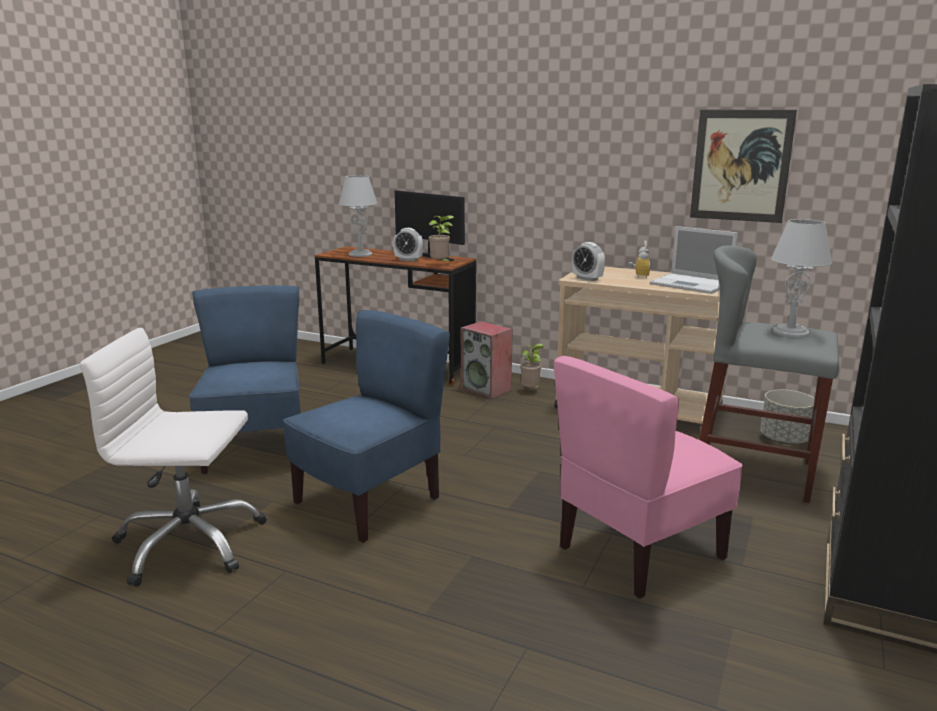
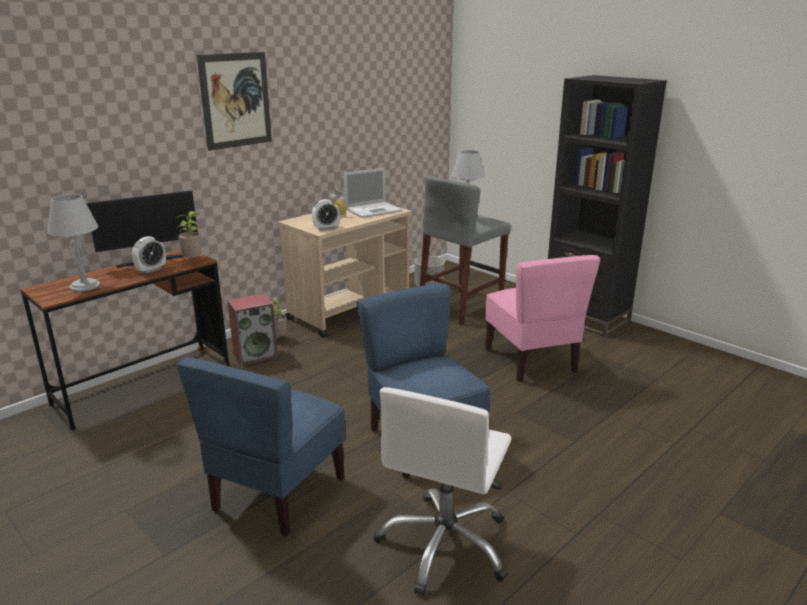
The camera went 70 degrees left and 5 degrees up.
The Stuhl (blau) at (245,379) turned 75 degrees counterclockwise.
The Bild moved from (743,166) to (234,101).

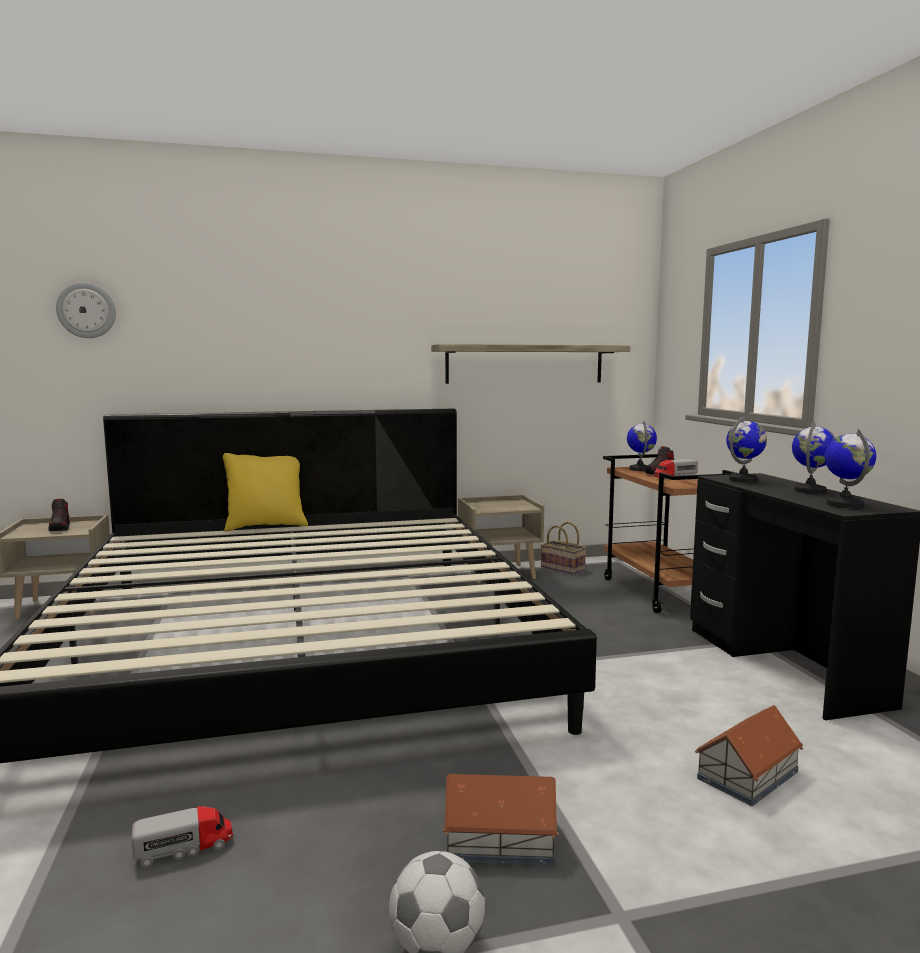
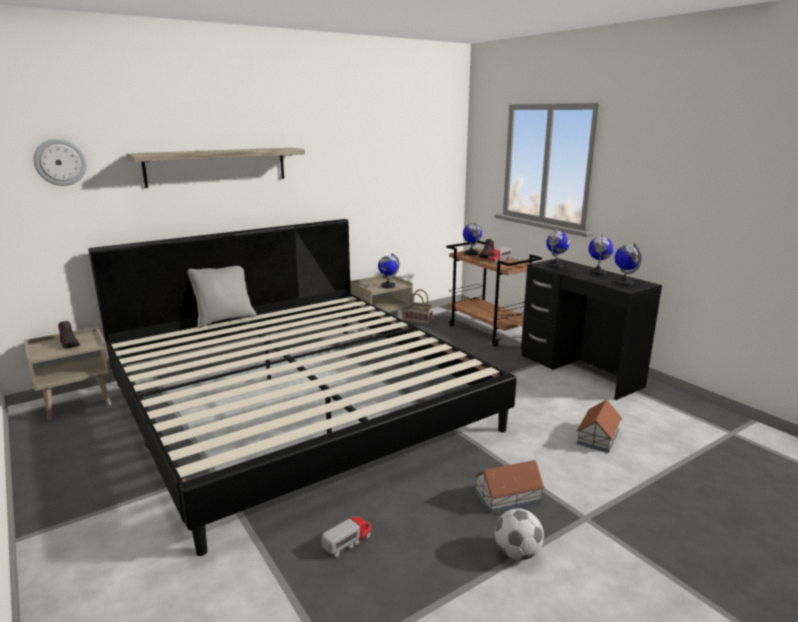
The camera went 20 degrees left and 10 degrees up.
The Kissen (gelb) at (265,492) became the Kissen (grau) at (221,297).
The Wandregal moved from (530,364) to (215,168).
The Globus at (389,270) appeared.

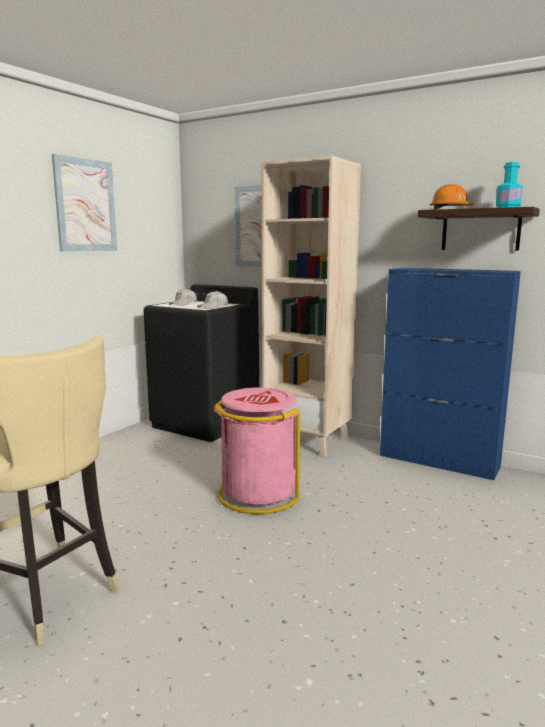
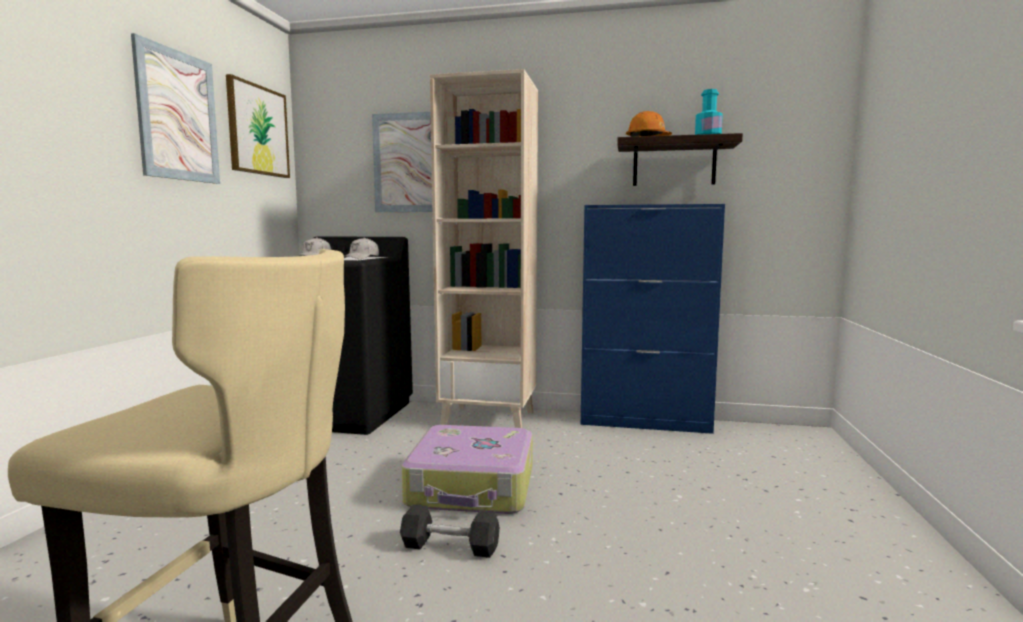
The camera went 20 degrees left and 5 degrees down.
The Mülleimer (rosa) at (257,450) was replaced by the Koffer at (467,469).
The Bild at (258,126) appeared.
The Hantel (grau) at (450,531) appeared.

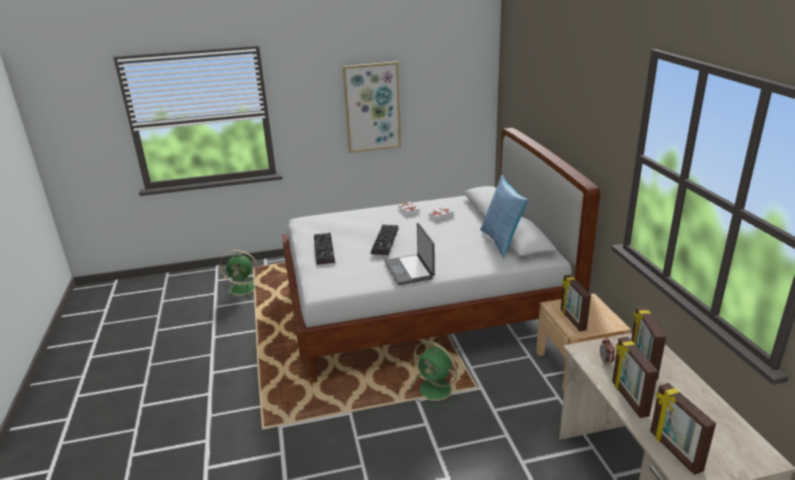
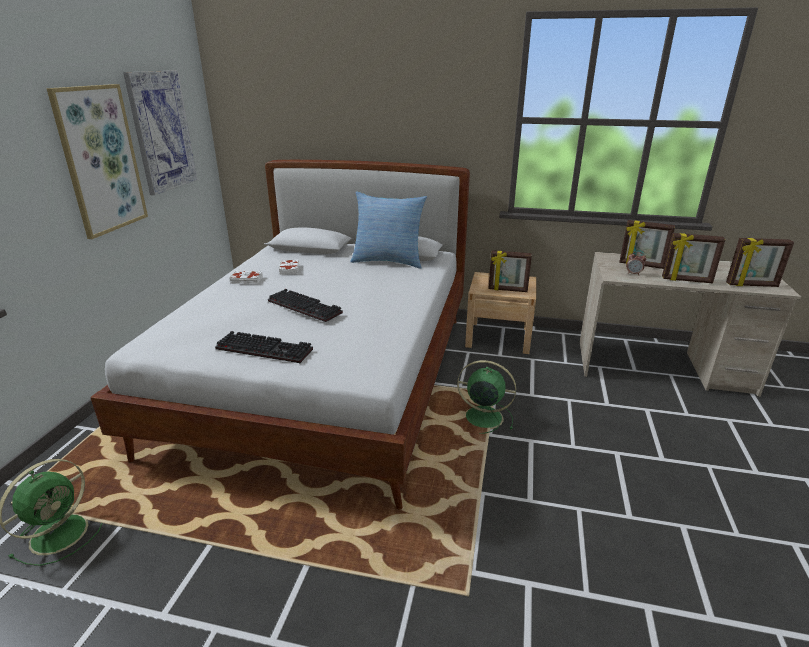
The camera went 65 degrees left and 0 degrees up.
The Laptop at (409,254) disappeared.
The Ventilator (grün) at (436,374) turned 135 degrees counterclockwise.
The Bild at (160,133) appeared.

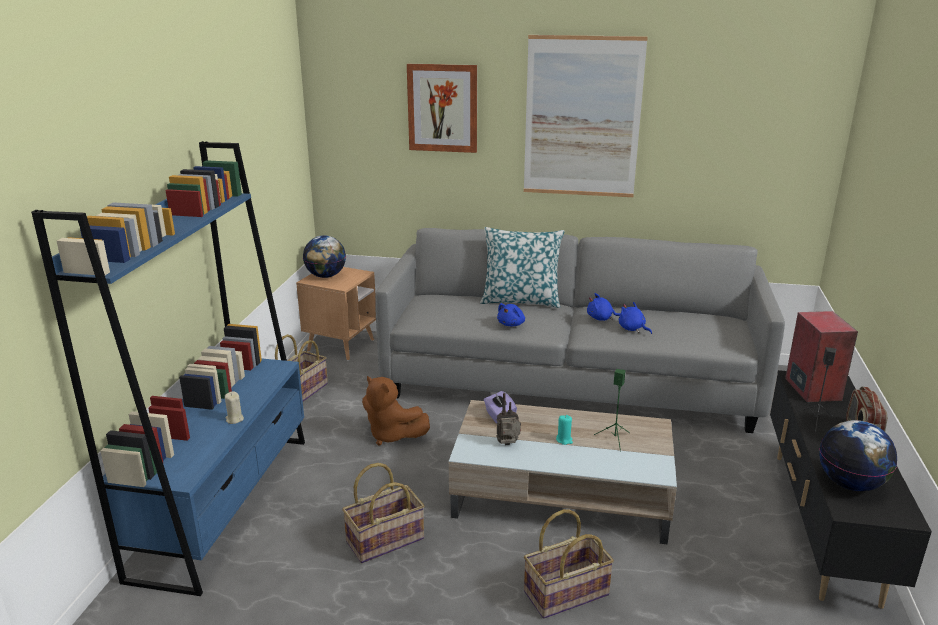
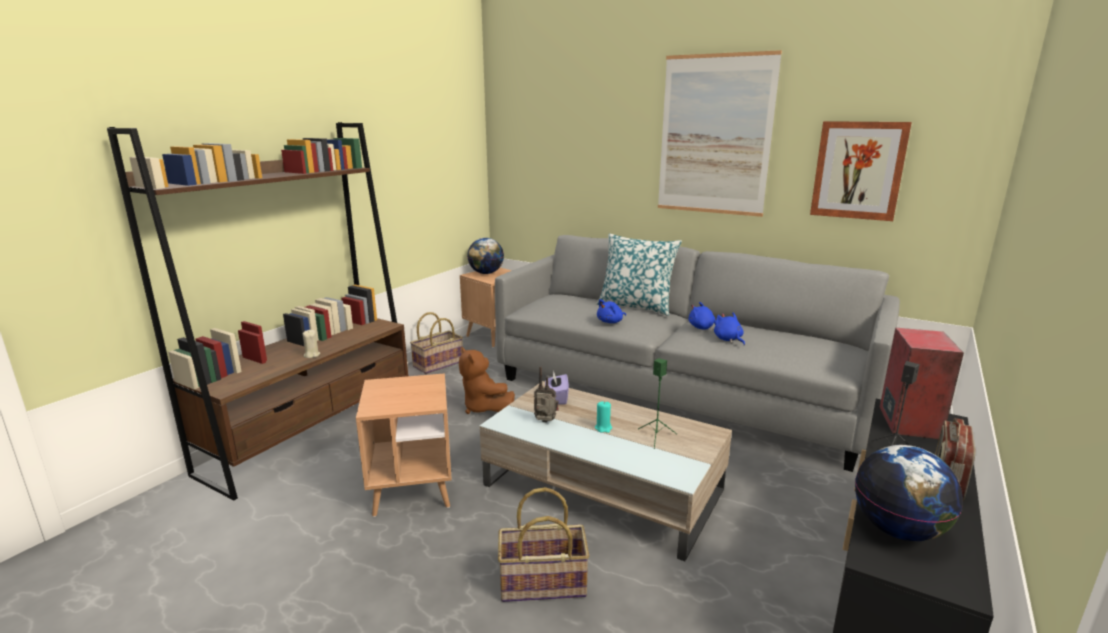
The camera went 20 degrees right and 5 degrees down.
The Bücherregal (blau) at (168,368) became the Bücherregal (braun) at (257,311).
The Korb at (383,513) was replaced by the Beistelltisch (braun) at (404,445).
The Bild moved from (442,108) to (861,171).

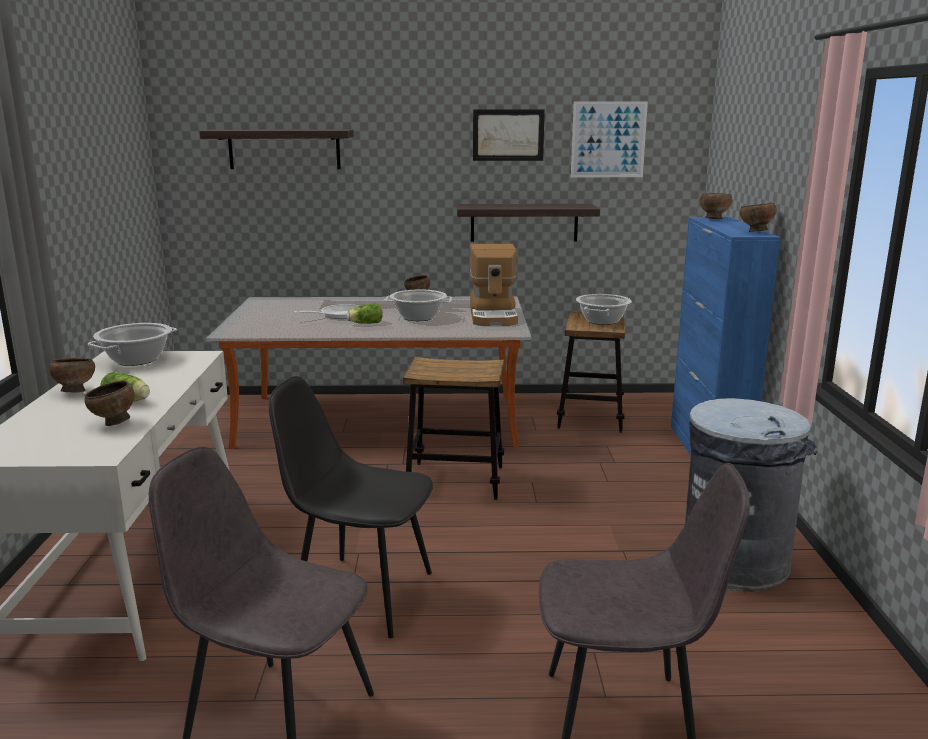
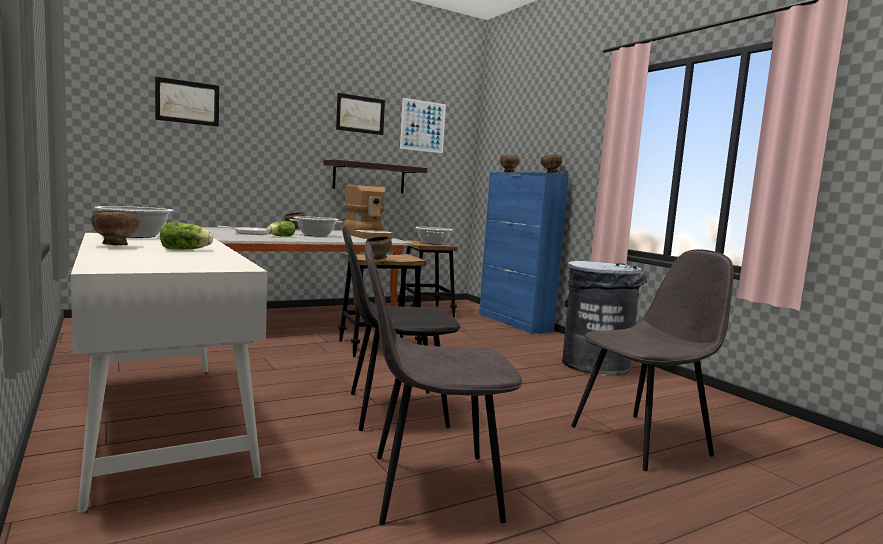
The camera went 30 degrees left and 10 degrees down.
The Schüssel (braun) moved from (109,403) to (379,248).
The Wandregal at (277,149) was replaced by the Bild at (187,102).

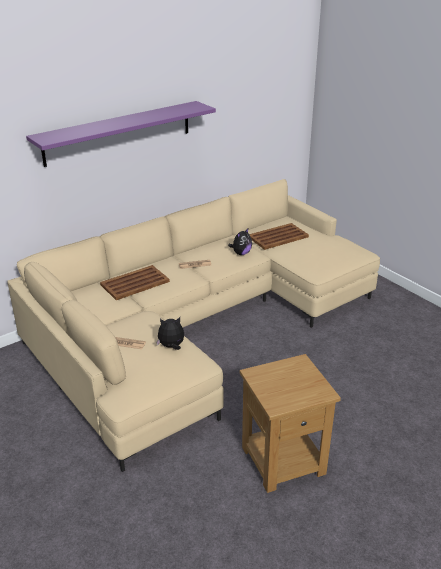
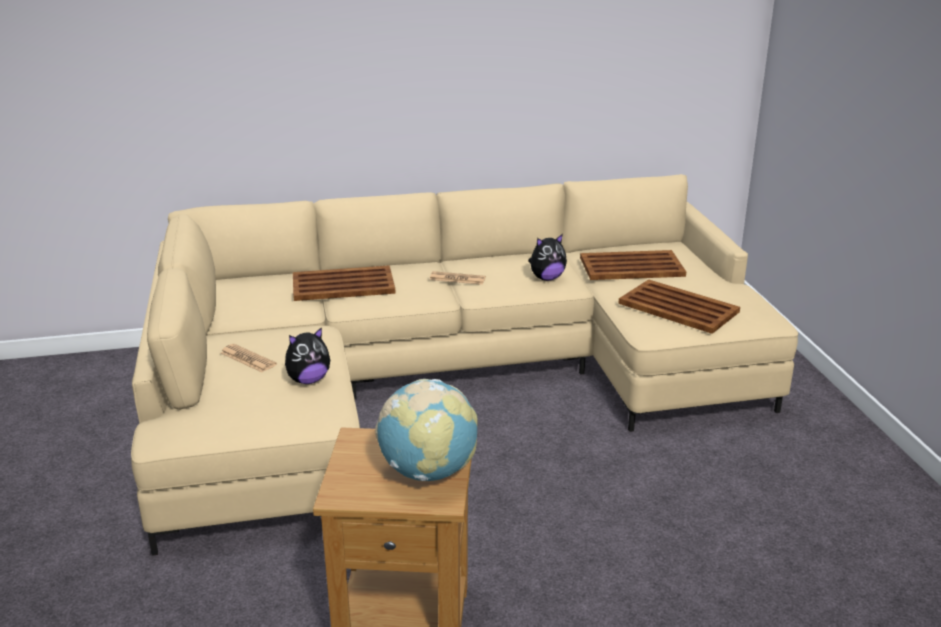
The camera went 25 degrees right and 5 degrees down.
The Wandregal (lila) at (121,134) disappeared.
The Plüschtier at (170,333) turned 135 degrees clockwise.
The Globus at (426,430) appeared.
The Tablett (braun) at (679,306) appeared.

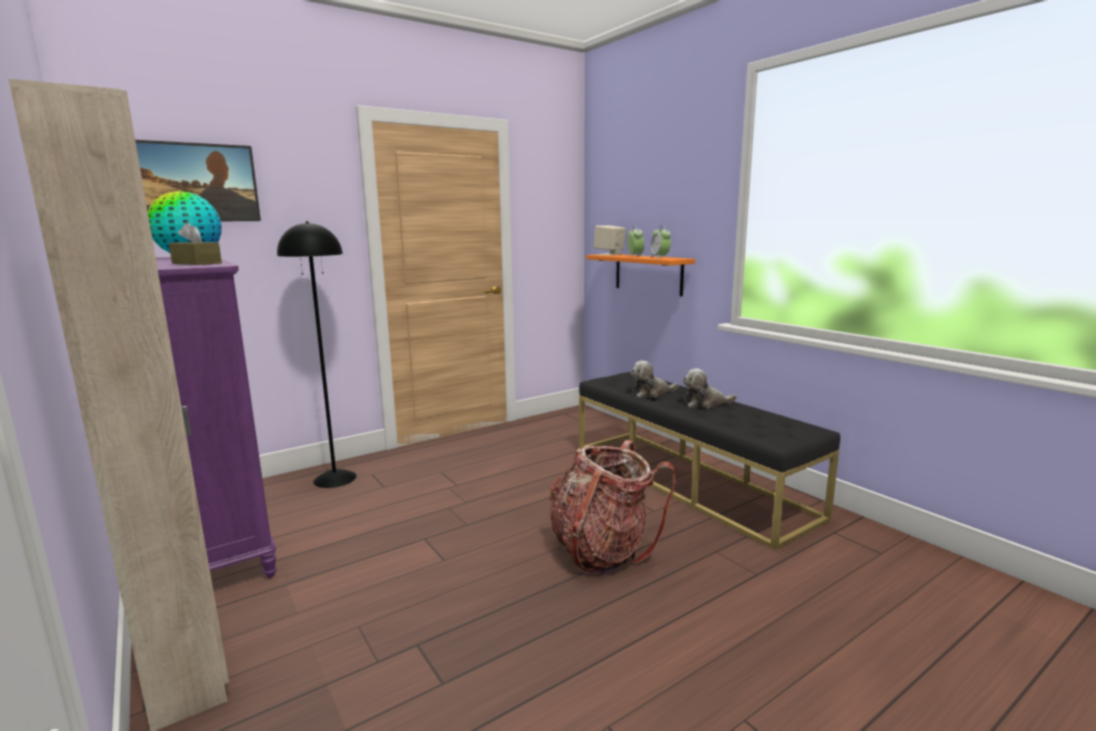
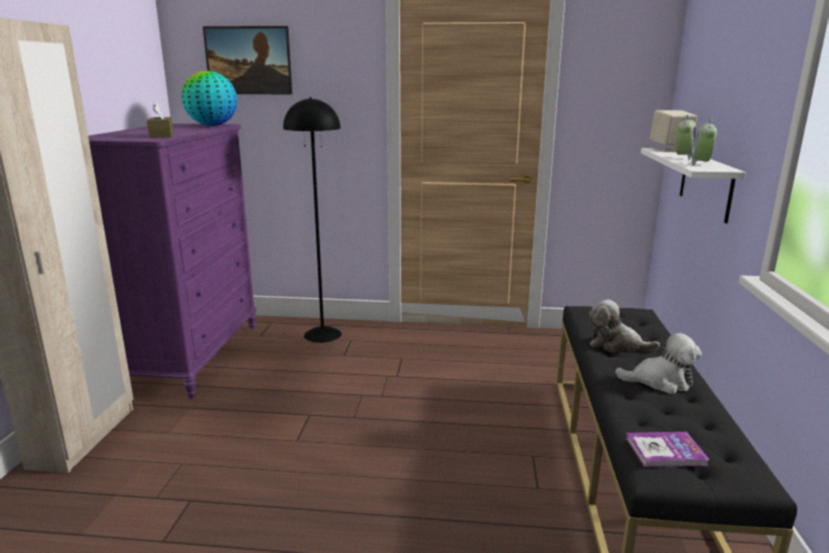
The camera went 40 degrees right and 5 degrees up.
The Rucksack at (612,507) disappeared.
The Wandregal (orange) at (640,275) became the Wandregal (weiß) at (693,185).
The Plüschtier at (710,388) turned 150 degrees clockwise.
The Buch at (668,449) appeared.

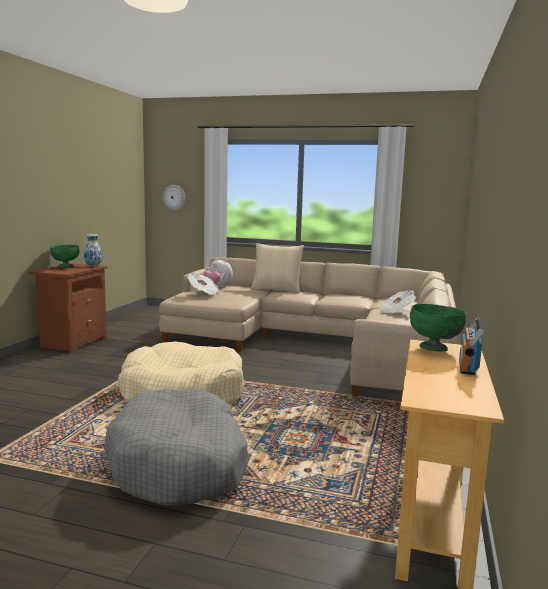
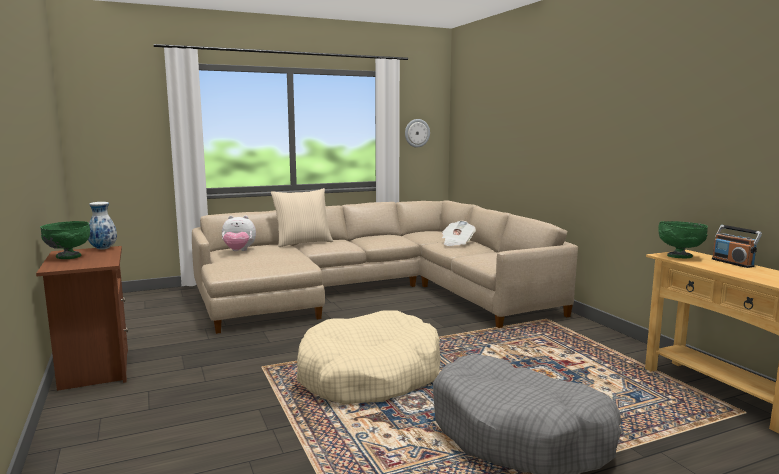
The camera went 40 degrees left and 0 degrees up.
The Wanduhr moved from (174,197) to (417,133).
The Zeitung at (203,284) disappeared.

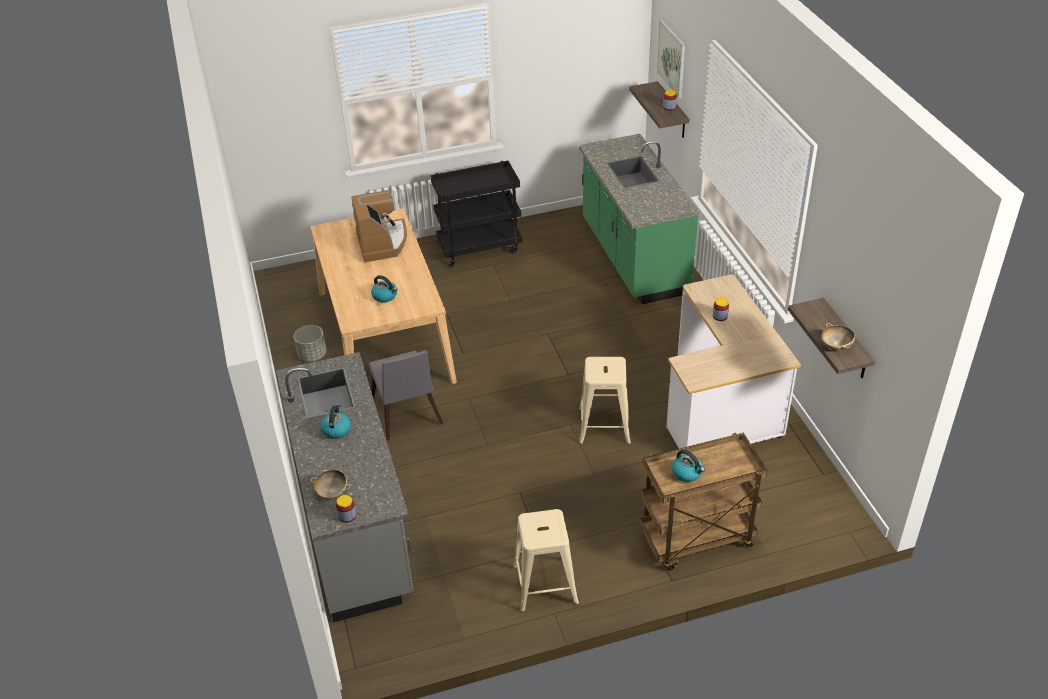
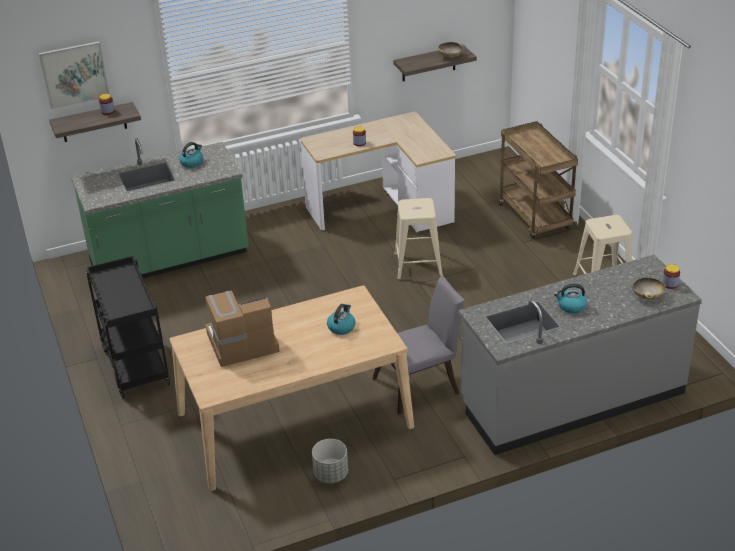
The camera went 95 degrees left and 5 degrees down.
The Wasserkessel moved from (688,466) to (191,155).

